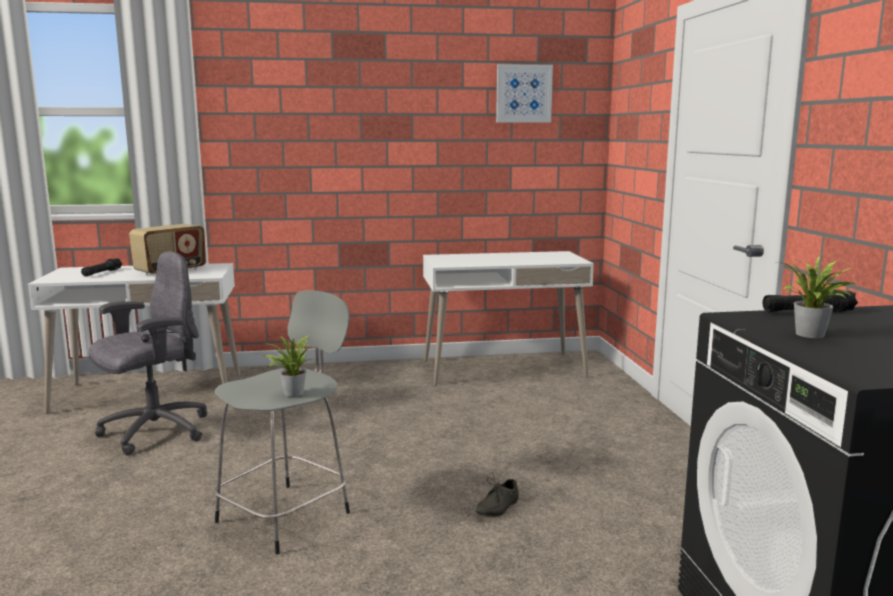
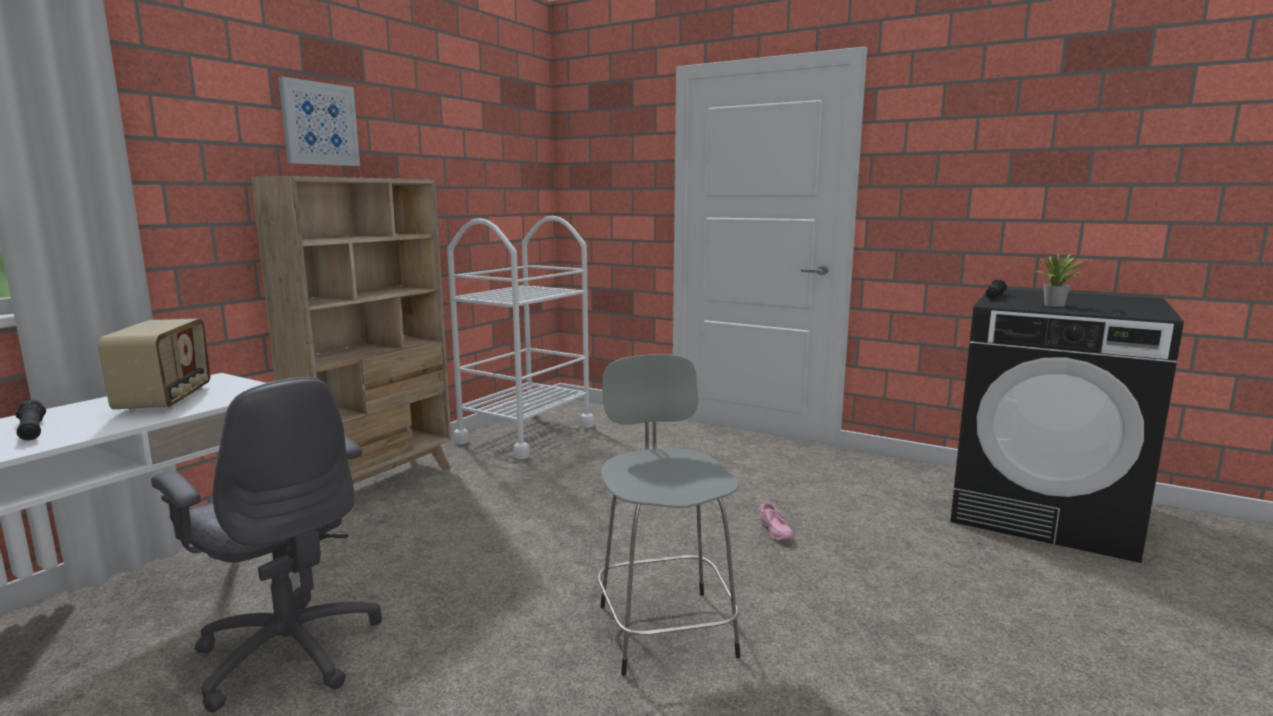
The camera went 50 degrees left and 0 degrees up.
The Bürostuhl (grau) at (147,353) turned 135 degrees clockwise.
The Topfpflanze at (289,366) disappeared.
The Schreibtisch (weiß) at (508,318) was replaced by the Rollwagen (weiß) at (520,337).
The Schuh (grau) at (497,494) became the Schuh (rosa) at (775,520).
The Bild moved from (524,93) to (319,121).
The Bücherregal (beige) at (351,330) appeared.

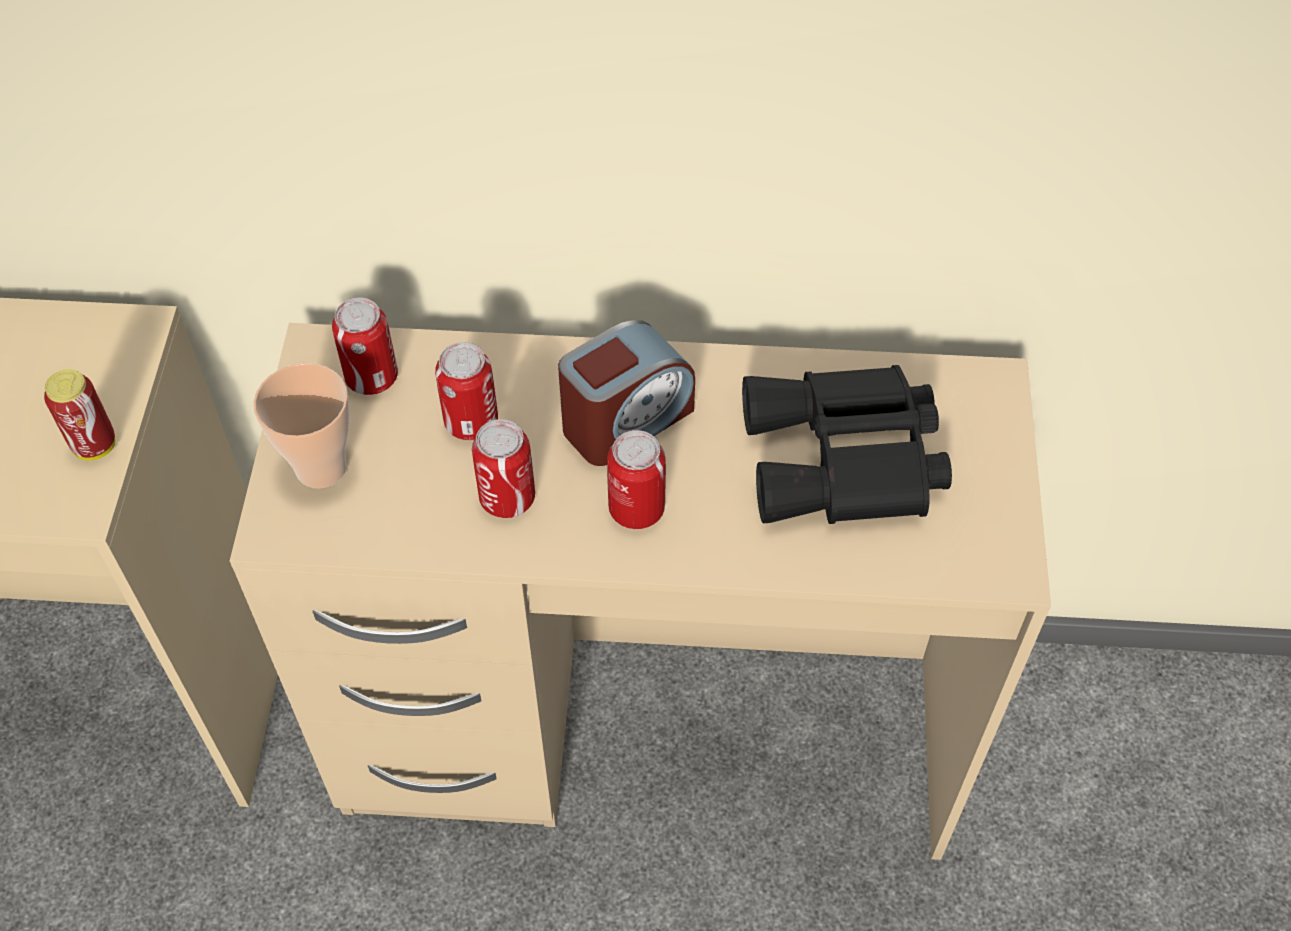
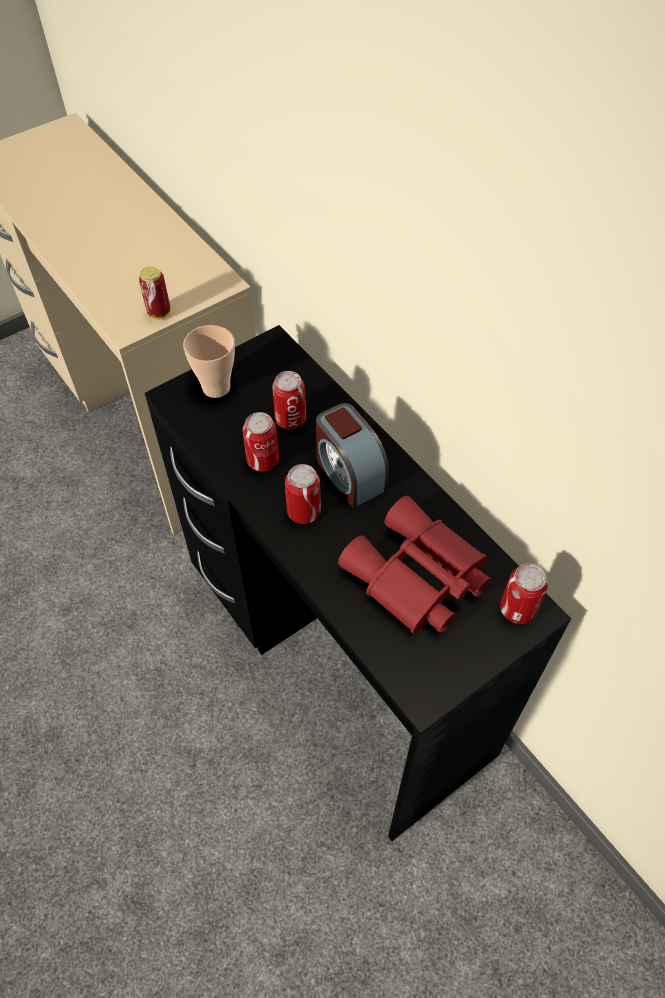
The camera went 50 degrees right and 0 degrees up.
The Schreibtisch (beige) at (640,591) became the Schreibtisch (schwarz) at (358,583).
The Dose moved from (365,346) to (524,593).
The Wecker at (626,393) turned 45 degrees clockwise.
The Fernglas (schwarz) at (847,444) became the Fernglas (rot) at (414,565).

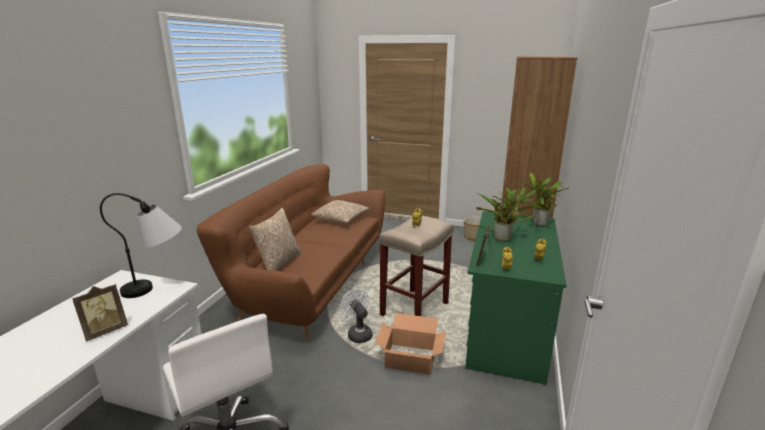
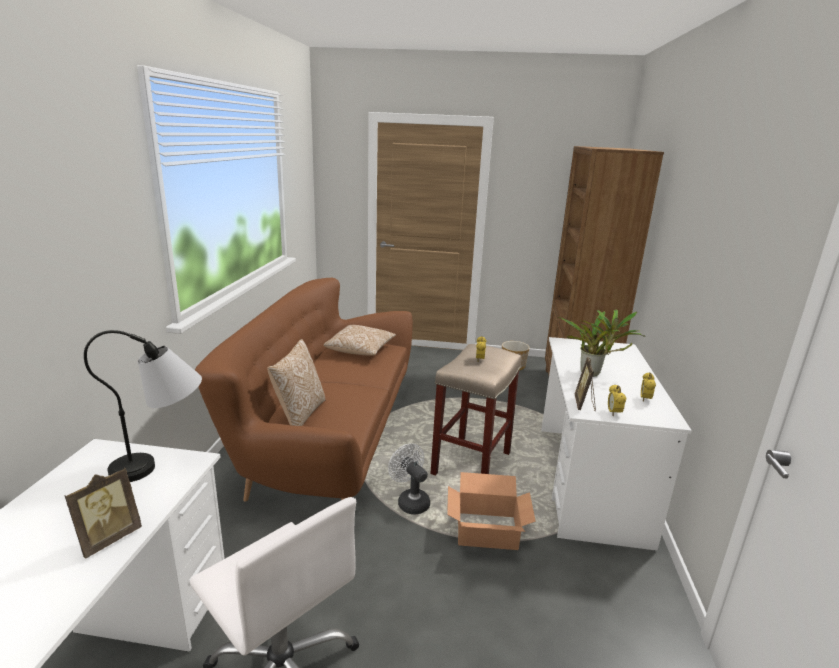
The camera went 10 degrees left and 0 degrees up.
The Schreibtisch (grün) at (515,298) became the Schreibtisch (weiß) at (616,444).
The Topfpflanze at (543,199) disappeared.

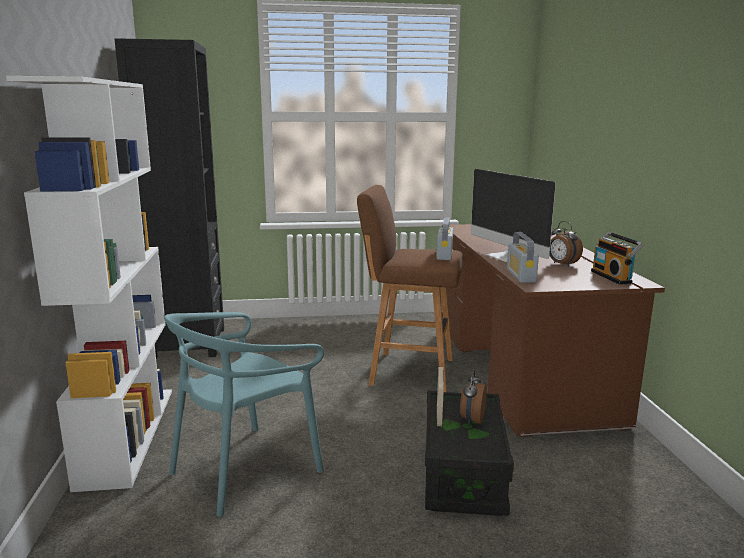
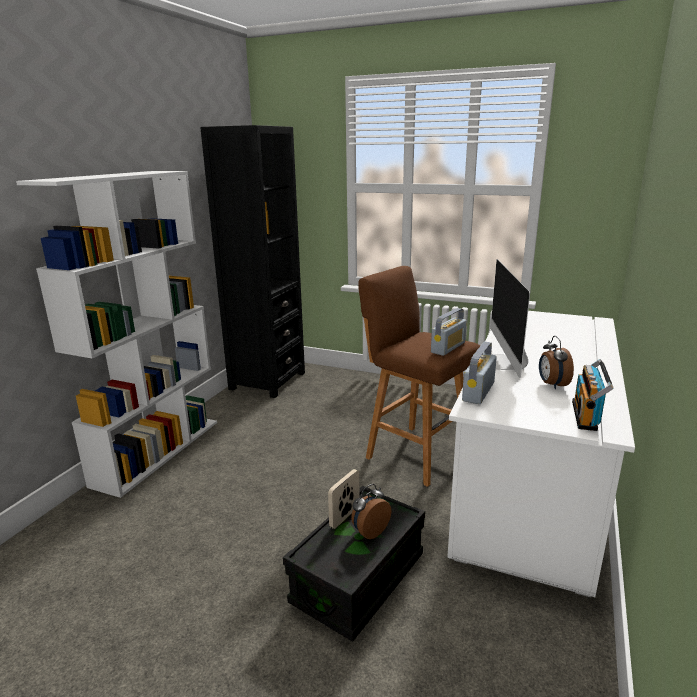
The camera went 30 degrees right and 5 degrees up.
The Stuhl (türkis) at (244,414) disappeared.
The Schreibtisch (braun) at (553,330) became the Schreibtisch (weiß) at (541,454).

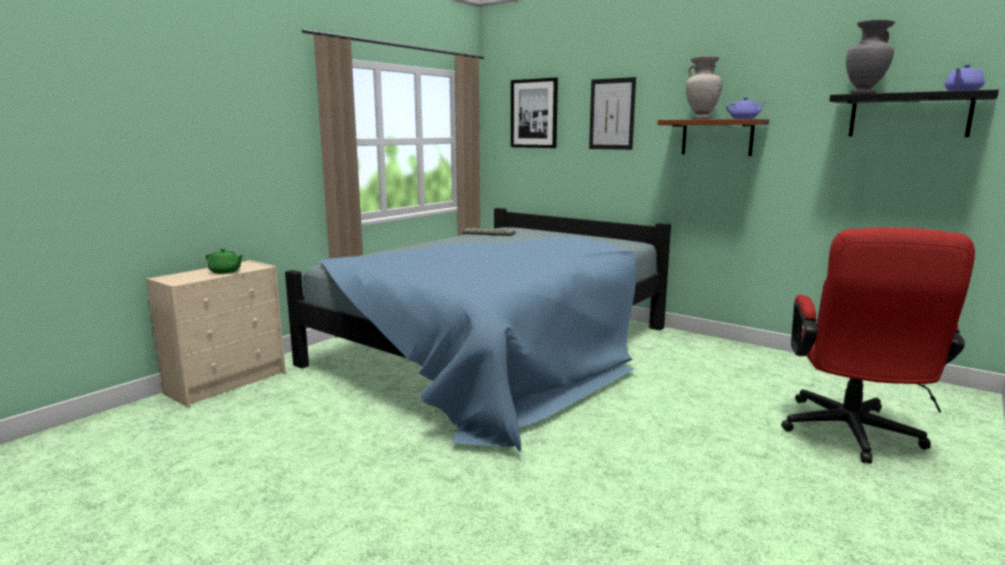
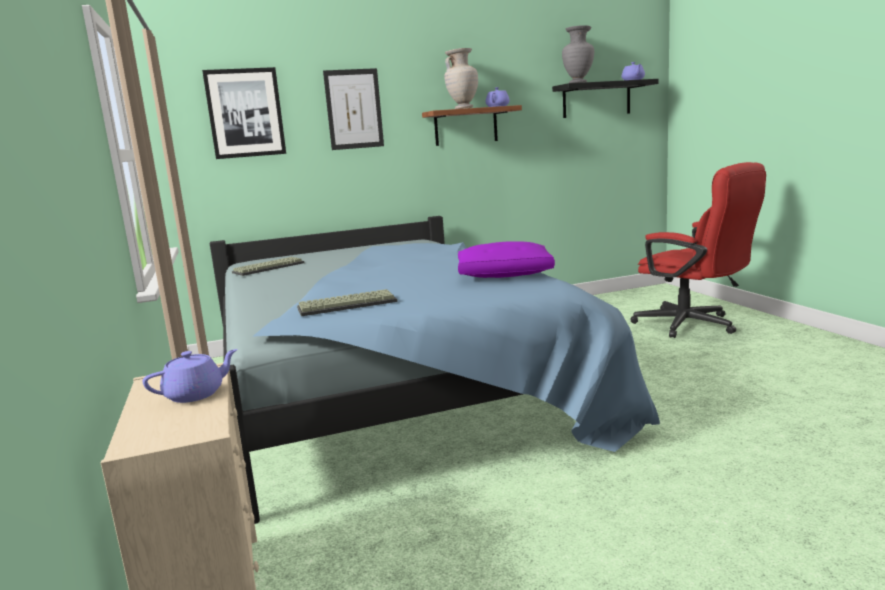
The camera went 55 degrees left and 0 degrees up.
The Teekanne (grün) at (225,261) became the Teekanne (lila) at (190,376).
The Tastatur at (347,302) appeared.
The Kissen (lila) at (506,260) appeared.

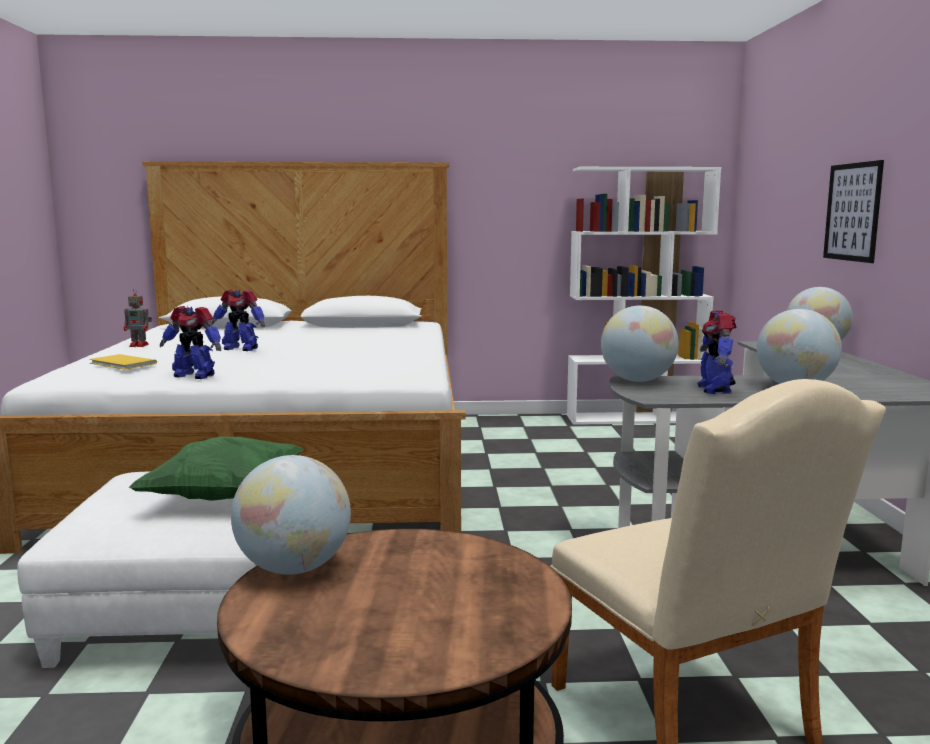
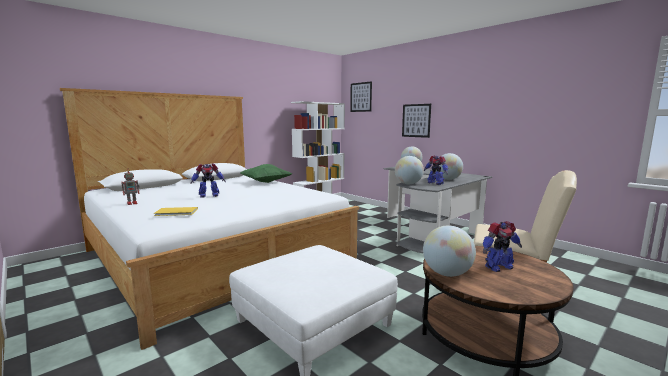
The camera went 40 degrees left and 0 degrees up.
The Kissen (grün) moved from (216,468) to (266,173).
The Spielzeugroboter moved from (190,342) to (502,246).
The Bild at (361,96) appeared.

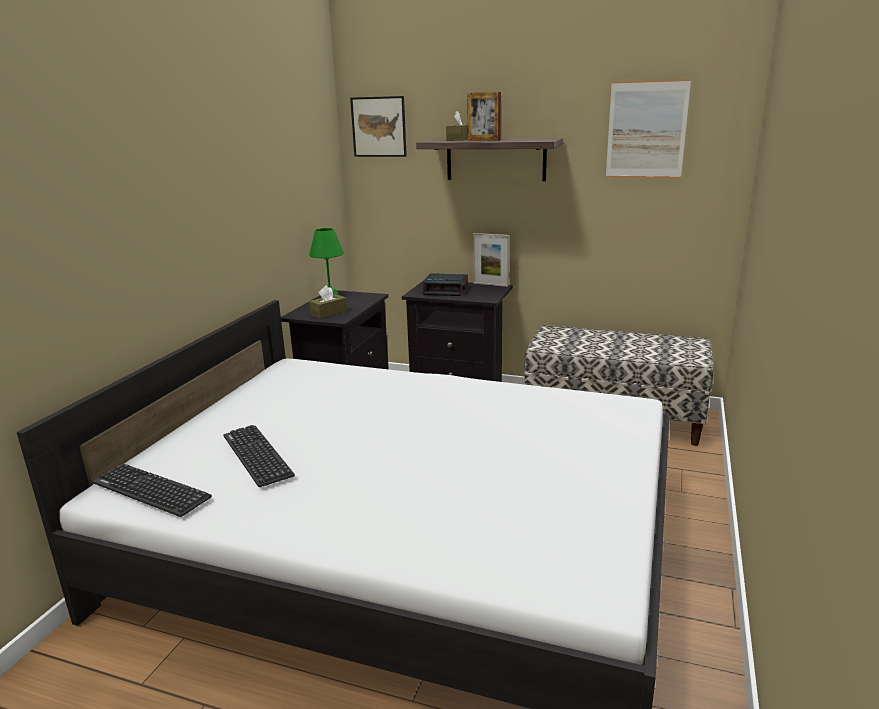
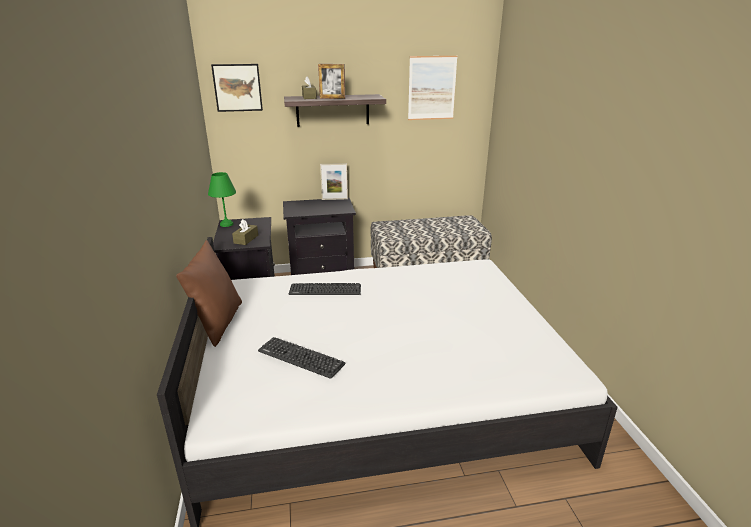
The camera went 30 degrees left and 5 degrees up.
The Tastatur moved from (152,490) to (325,289).
The Wecker at (445,284) disappeared.
The Kissen (braun) at (209,293) appeared.

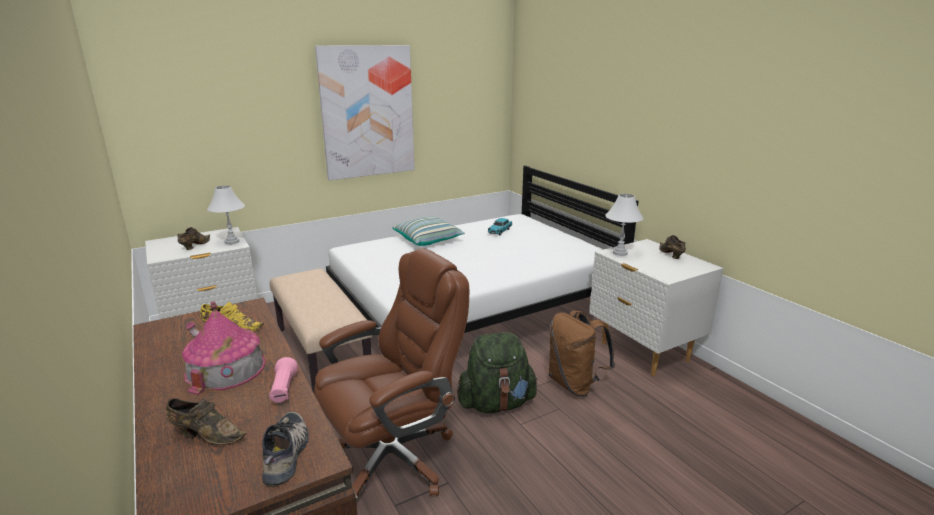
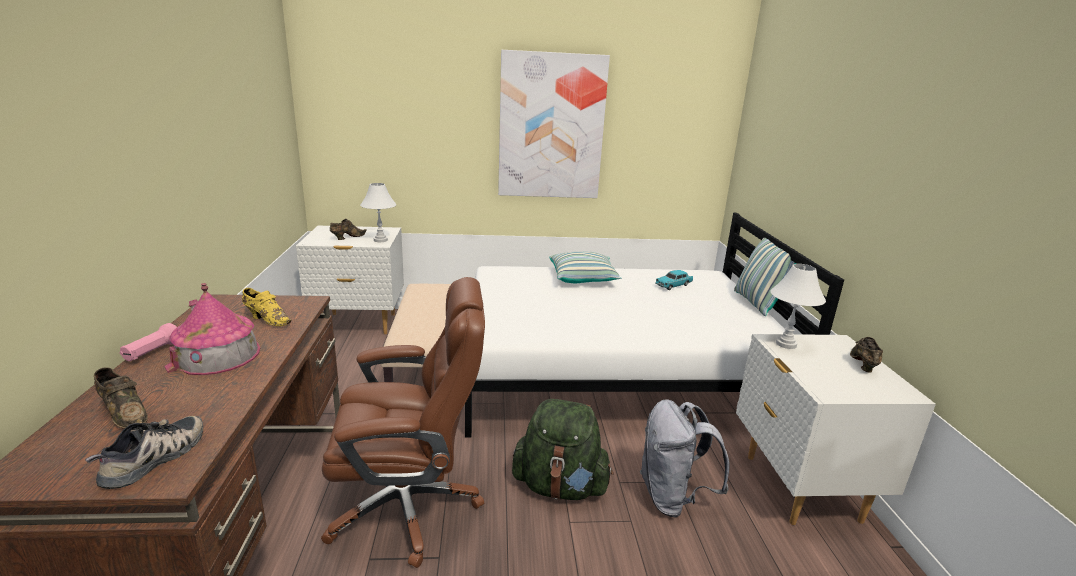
The camera went 25 degrees right and 0 degrees up.
The Taschenlampe (rosa) moved from (283,380) to (148,342).
The Rucksack (braun) at (581,353) became the Rucksack (grau) at (685,458).
The Kissen at (765,277) appeared.

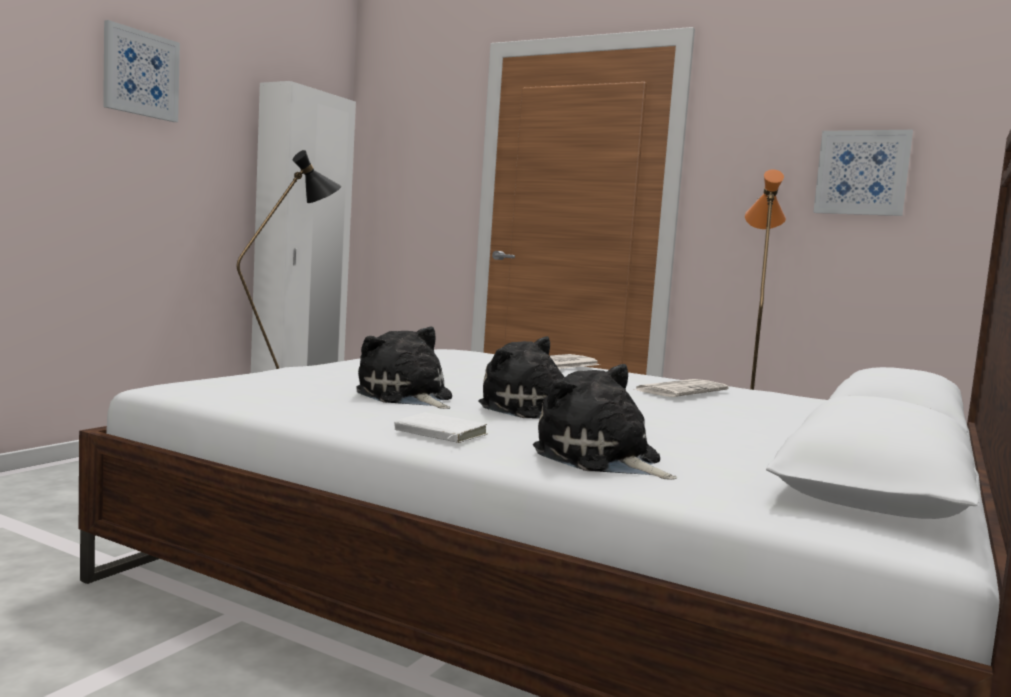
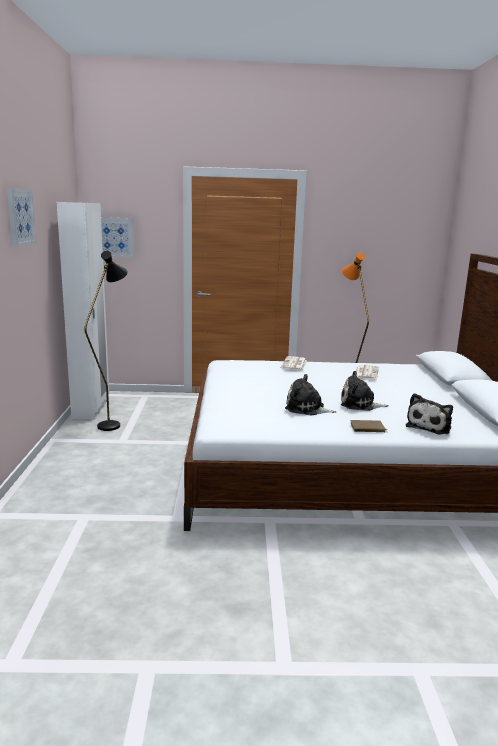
The camera went 30 degrees left and 10 degrees up.
The Buch (weiß) at (440,428) became the Buch (braun) at (368,426).
The Plüschtier at (605,422) turned 75 degrees counterclockwise.
The Bild moved from (863,173) to (117,237).

